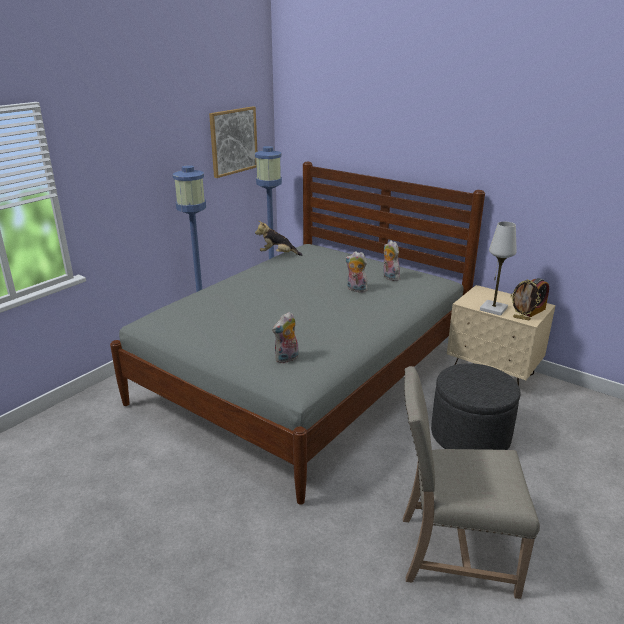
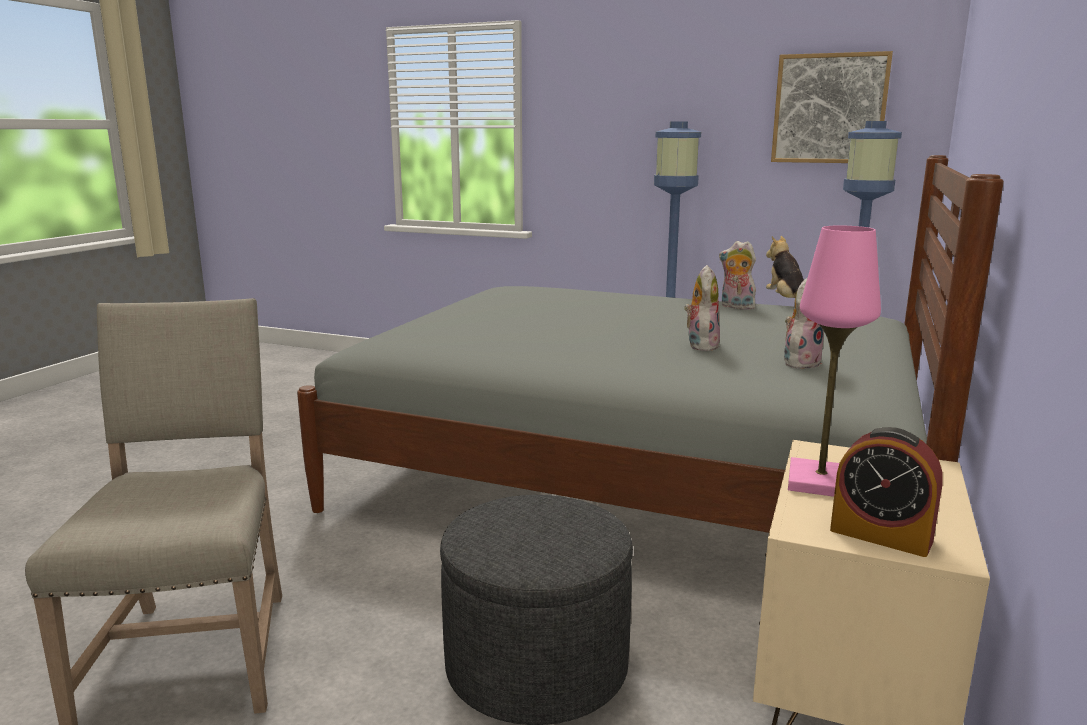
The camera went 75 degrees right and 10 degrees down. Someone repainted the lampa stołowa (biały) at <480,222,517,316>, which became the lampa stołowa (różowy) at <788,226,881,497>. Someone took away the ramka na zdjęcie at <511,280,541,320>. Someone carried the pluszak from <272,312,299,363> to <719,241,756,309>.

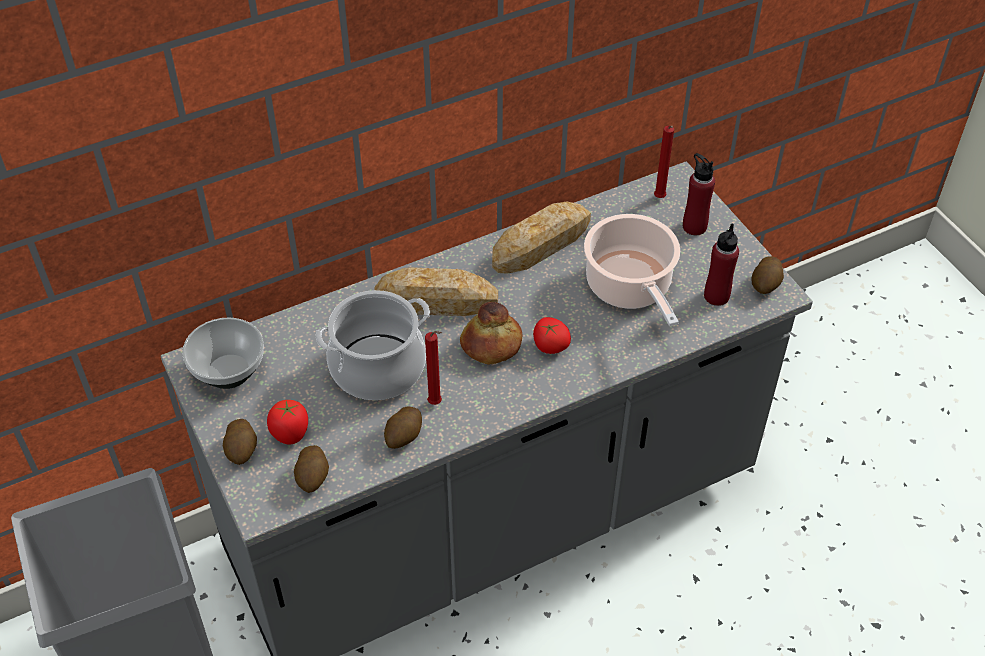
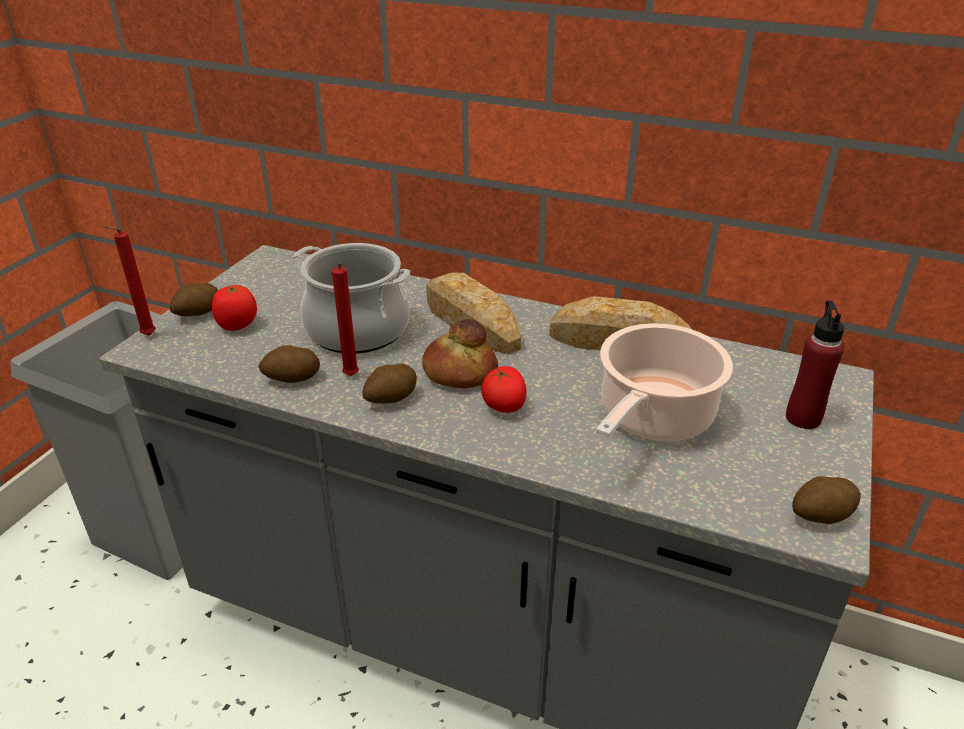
The camera went 50 degrees right and 15 degrees down. Someone carried the świeca (czerwony) from <654,126,674,198> to <103,226,156,335>. Someone took away the butelka (czerwony) at <704,223,739,306>. Someone took away the miska at <182,317,264,389>. Someone carried the ziemniak from <294,445,329,493> to <363,364,417,404>.

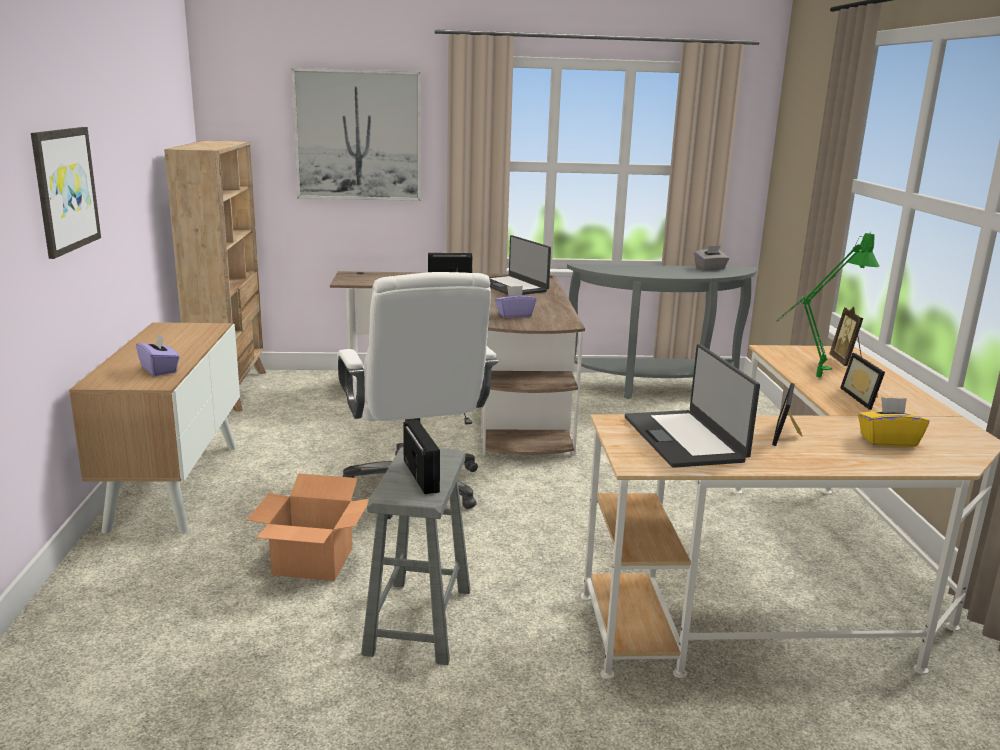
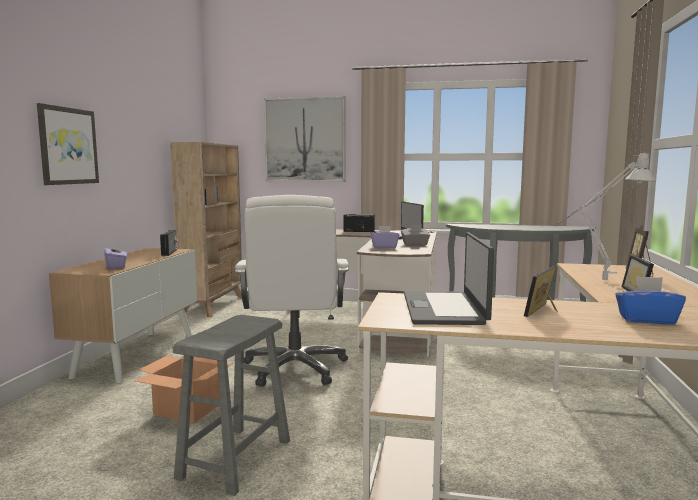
The camera went 15 degrees right and 10 degrees down. Someone repainted the lampa stołowa (zielony) at <776,233,880,378>, which became the lampa stołowa (szary) at <556,152,655,280>. Someone carried the pudełko chusteczek (szary) from <694,246,729,270> to <401,224,430,246>. Someone repainted the pudełko chusteczek (żółty) at <858,397,929,447>, which became the pudełko chusteczek (niebieski) at <615,276,686,324>. Someone carried the radio from <403,420,440,494> to <160,230,178,256>.

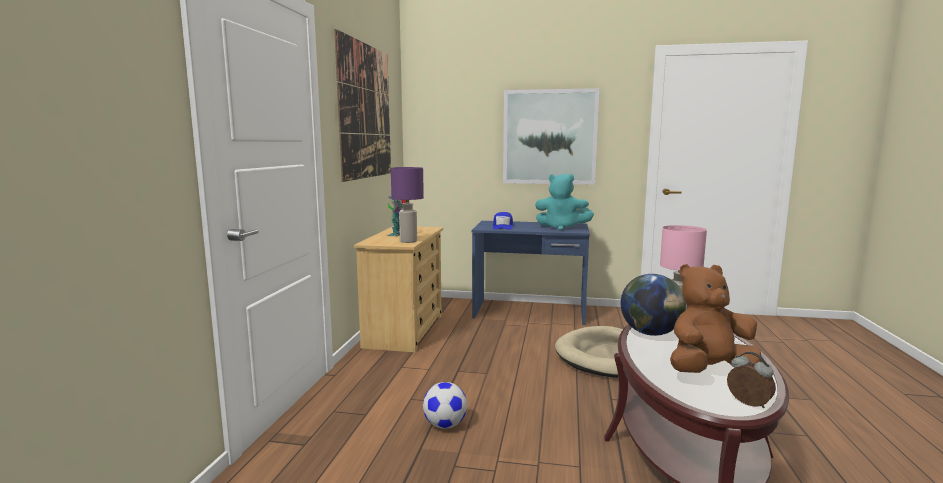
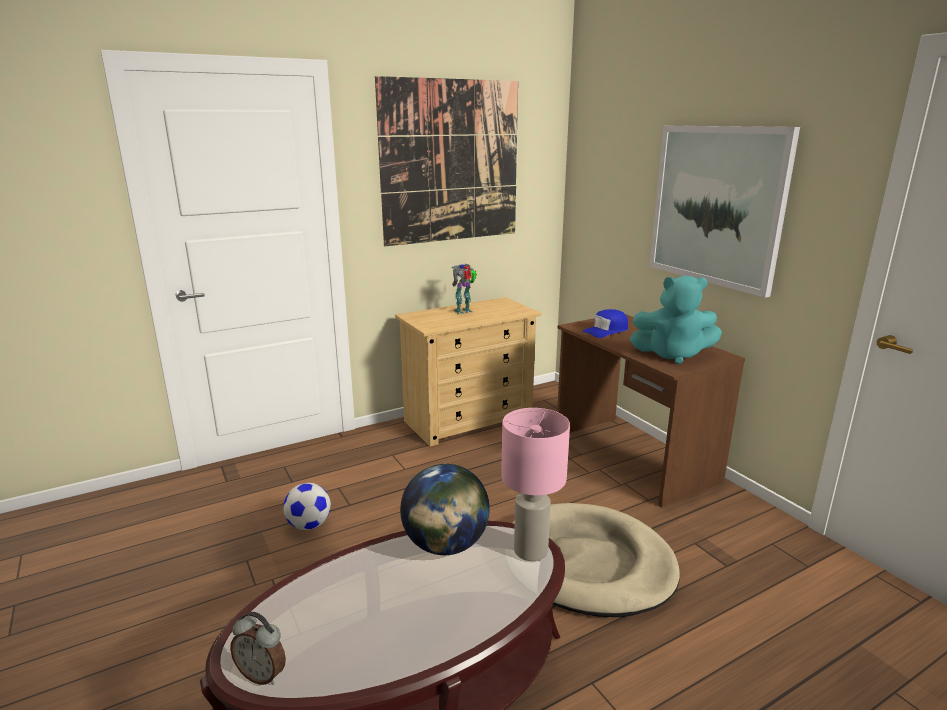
The camera went 50 degrees right and 10 degrees up. Someone took away the lampa stołowa (fioletowy) at <391,167,424,243>. Someone rotated the pluszak (turkusowy) at <535,174,594,231> by 60 degrees counterclockwise. Someone repainted the biurko (niebieski) at <471,221,590,325>, which became the biurko (brązowy) at <557,314,745,507>. Someone took away the pluszak (brązowy) at <670,264,762,373>. Someone rotated the budzik at <727,352,776,408> by 105 degrees clockwise.

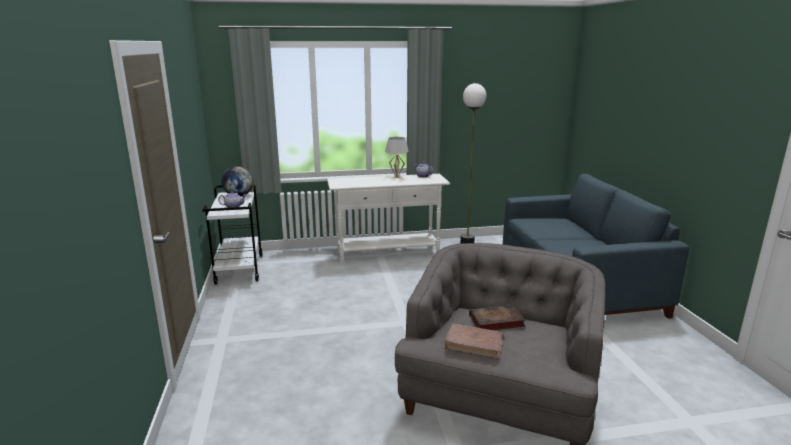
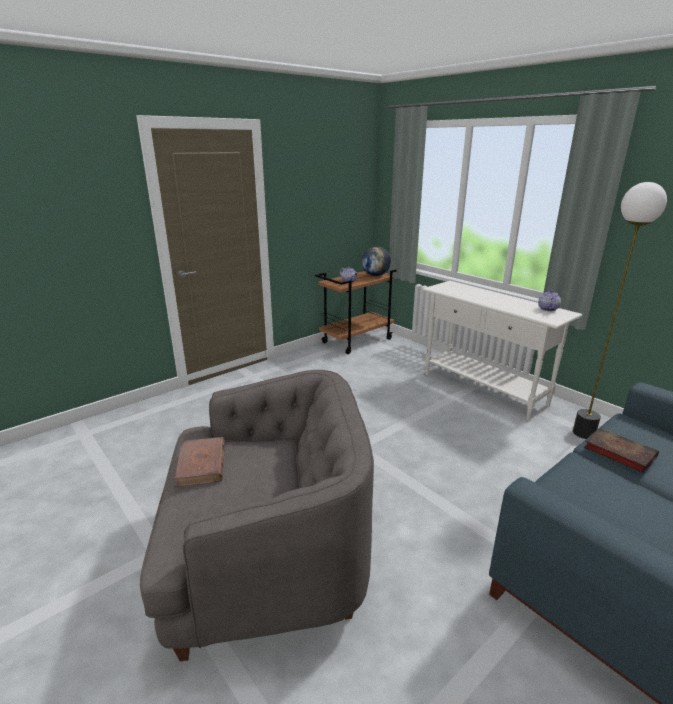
The camera went 60 degrees right and 5 degrees up. Someone took away the lampa stołowa (biały) at <385,137,409,178>. Someone repainted the wózek (biały) at <202,185,262,285>, which became the wózek (brązowy) at <315,270,397,354>. Someone carried the książka from <469,305,526,330> to <584,428,659,473>.

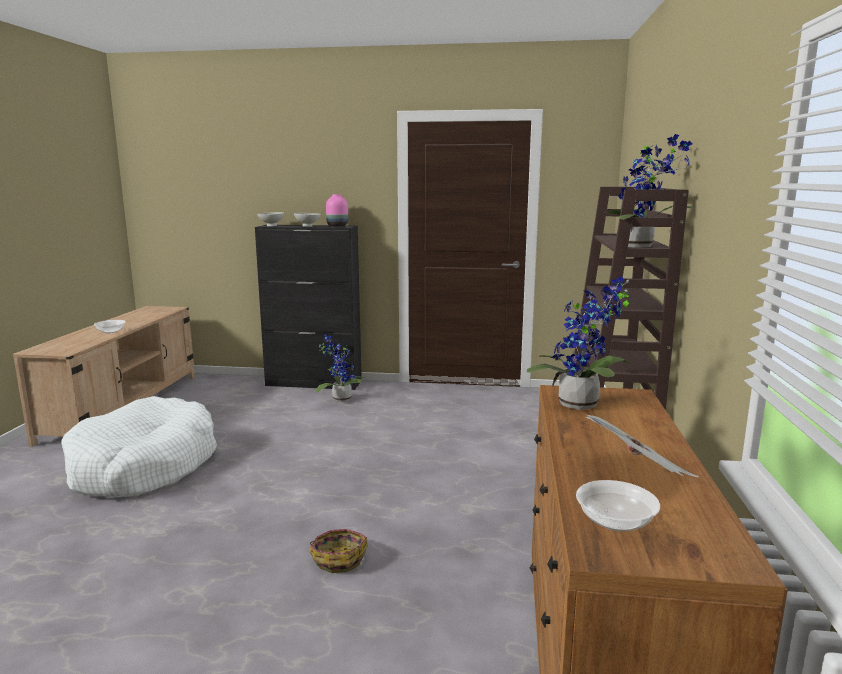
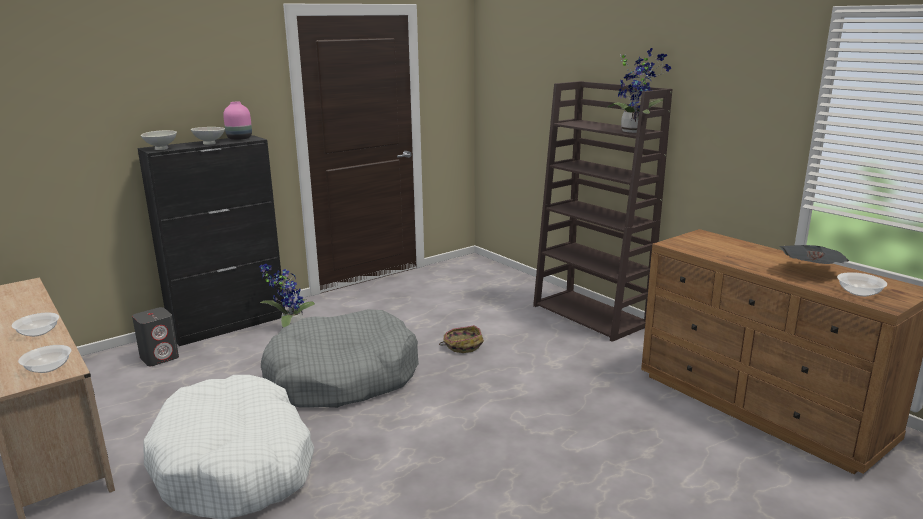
The camera went 45 degrees left and 5 degrees up. Someone took away the roślina doniczkowa at <527,276,632,410>. Someone carried the koszyk from <309,529,367,573> to <439,325,484,353>. Someone put down the głośnik (szary) at <132,307,179,366>. Someone put down the legowisko (szary) at <261,309,419,408>. Someone put down the miska at <18,345,71,373>.

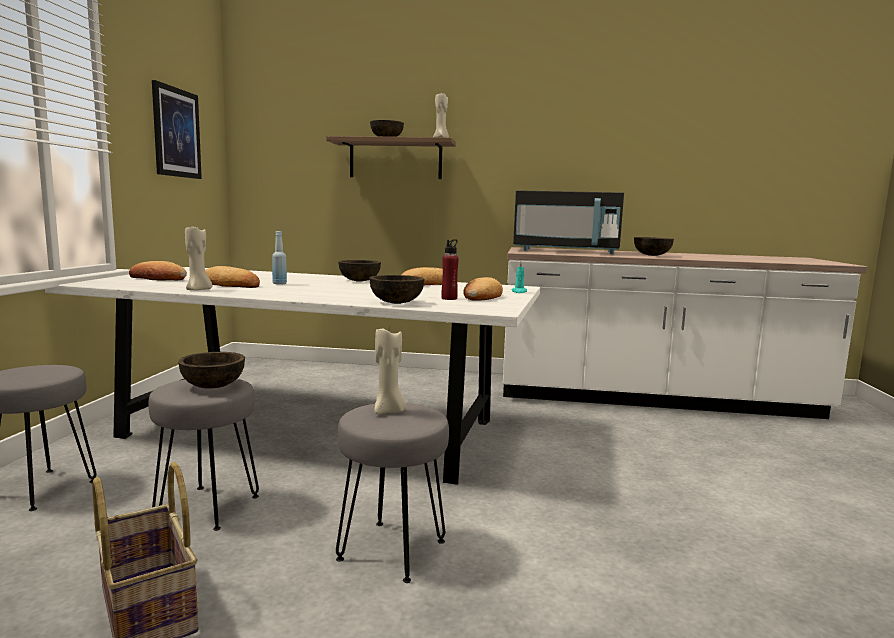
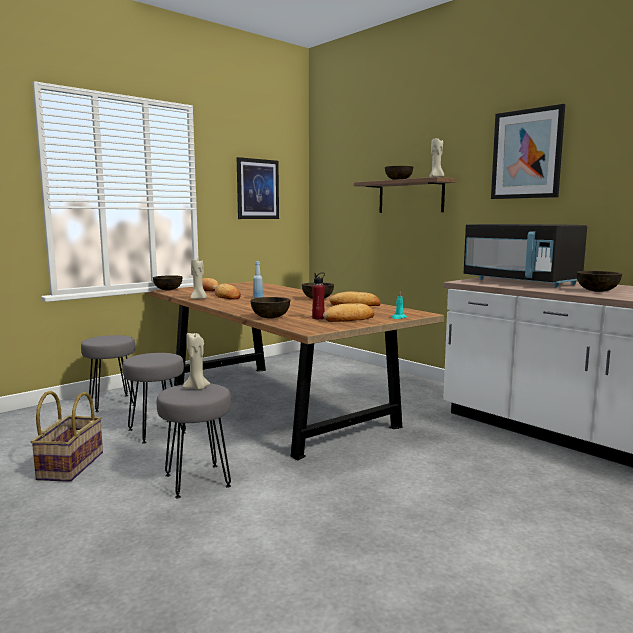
The camera went 40 degrees right and 0 degrees up. Someone repainted the stół jadalny (biały) at <45,267,540,485>, which became the stół jadalny (brązowy) at <148,281,444,460>. Someone carried the miska (brązowy) from <178,352,245,388> to <153,275,183,290>. Someone put up the obraz at <491,104,565,199>.

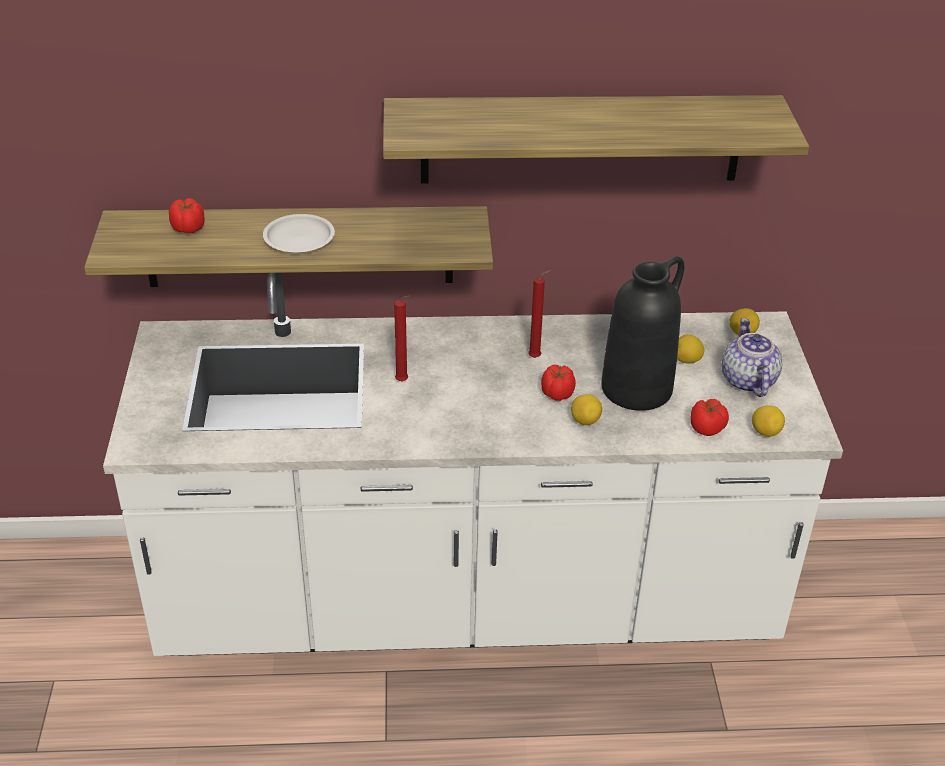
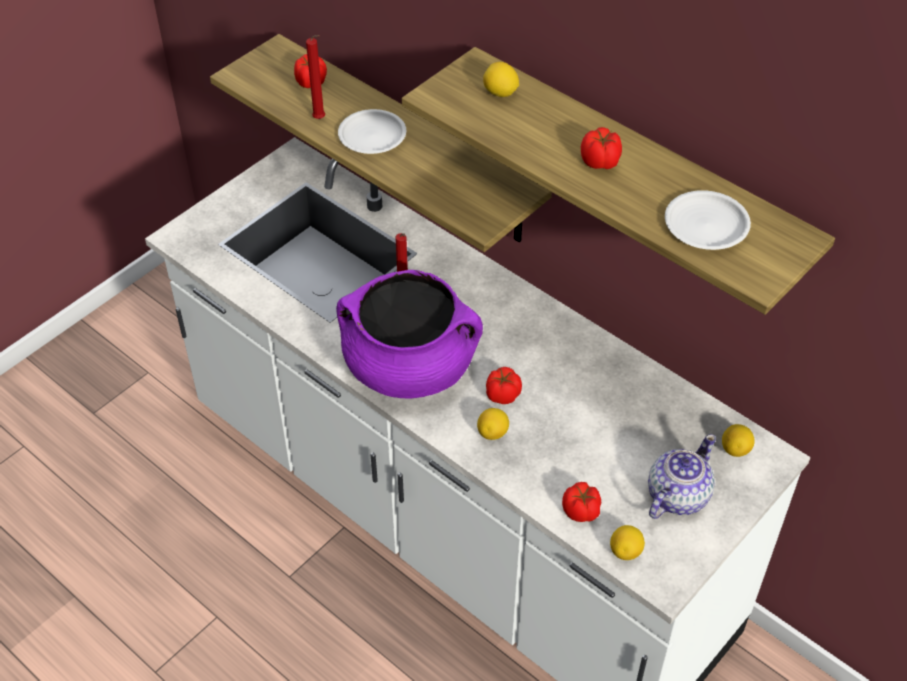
The camera went 45 degrees right and 10 degrees up. Someone took away the wazon (czarny) at <601,256,685,411>. Someone carried the świeca (czerwony) from <528,270,551,358> to <306,35,325,119>. Someone carried the cytryna from <677,334,704,364> to <483,62,519,97>. Someone put down the pomidor at <581,127,622,169>. Someone put down the talerz (biały) at <665,190,751,250>. Someone put down the garnek (fioletowy) at <336,270,483,399>.

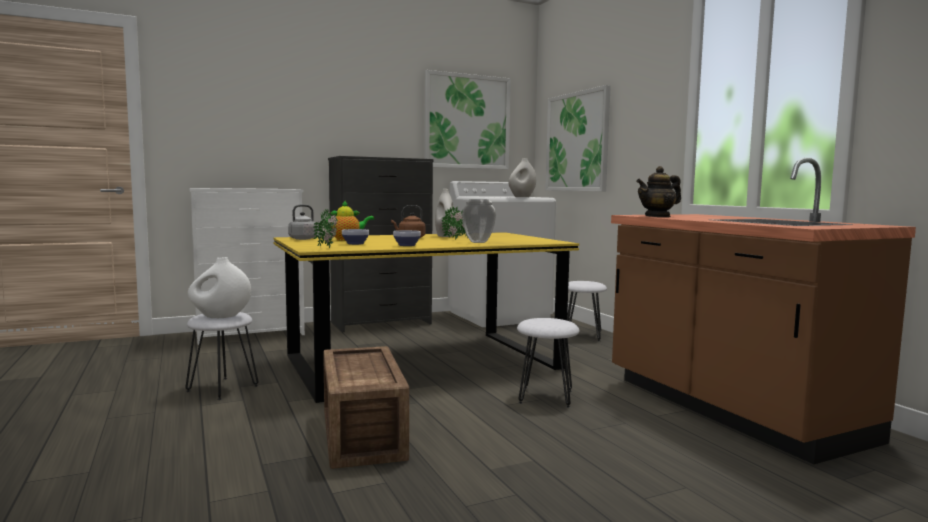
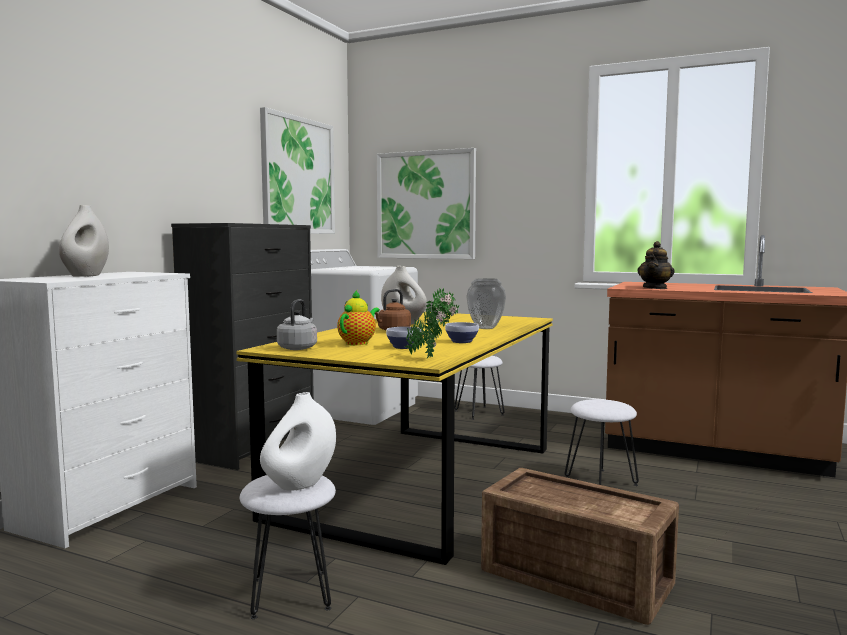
The camera went 40 degrees left and 0 degrees up. Someone carried the wazon (biały) from <508,158,536,197> to <59,205,109,277>.

